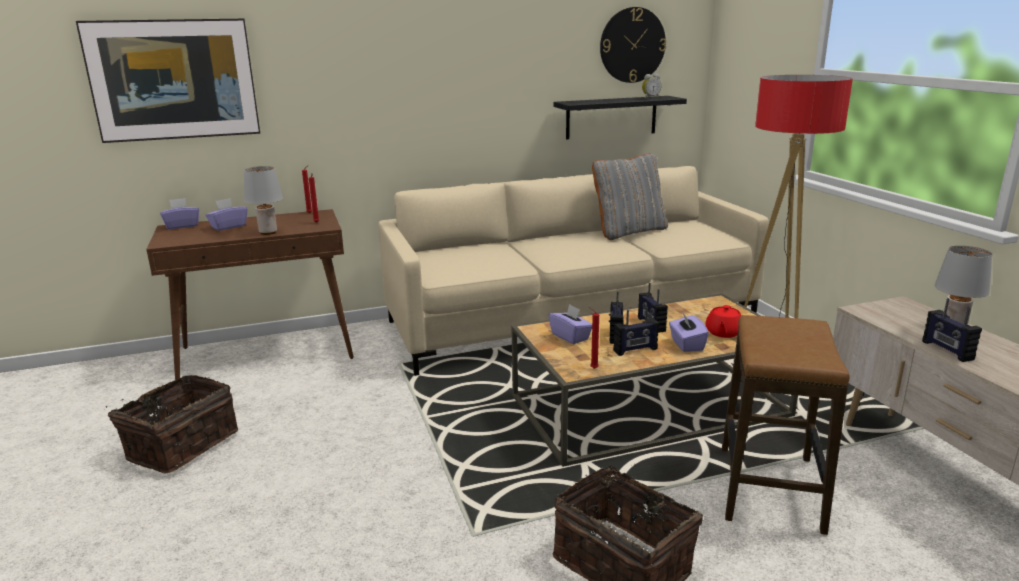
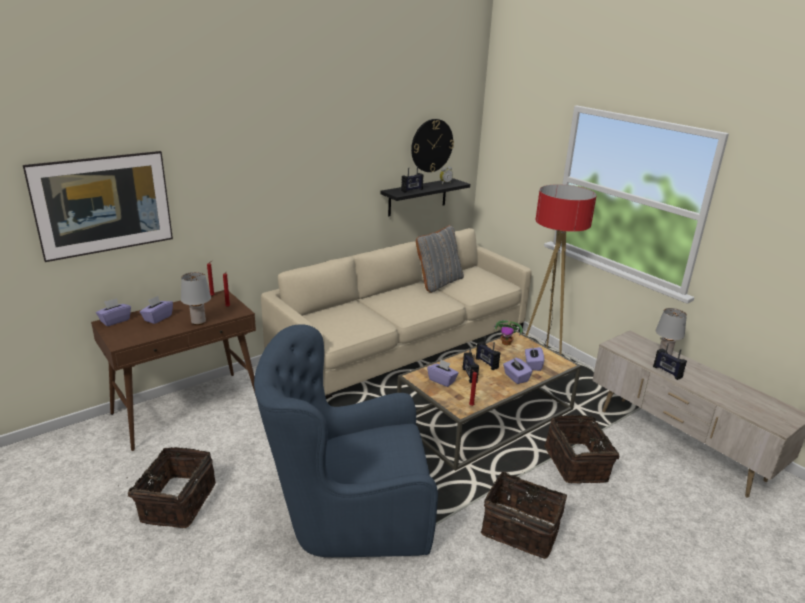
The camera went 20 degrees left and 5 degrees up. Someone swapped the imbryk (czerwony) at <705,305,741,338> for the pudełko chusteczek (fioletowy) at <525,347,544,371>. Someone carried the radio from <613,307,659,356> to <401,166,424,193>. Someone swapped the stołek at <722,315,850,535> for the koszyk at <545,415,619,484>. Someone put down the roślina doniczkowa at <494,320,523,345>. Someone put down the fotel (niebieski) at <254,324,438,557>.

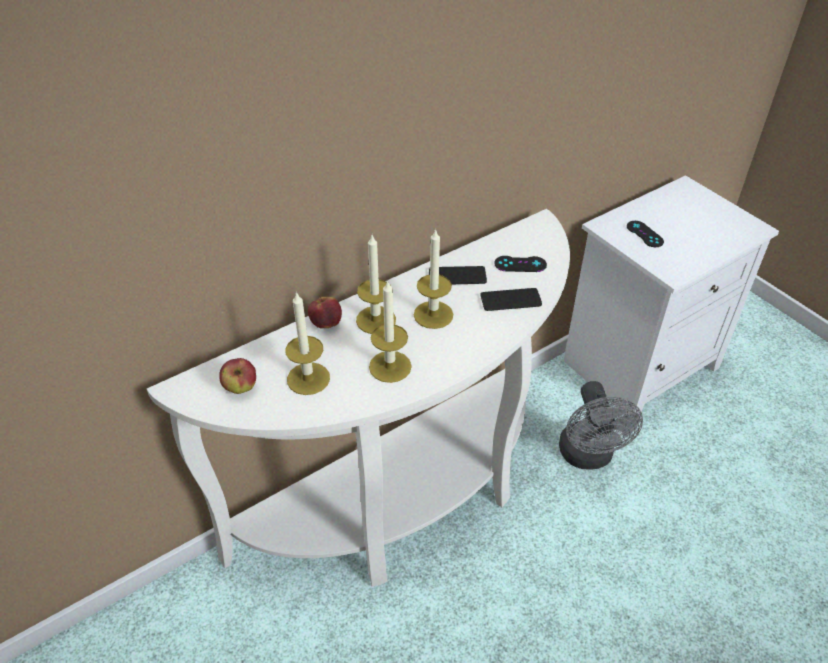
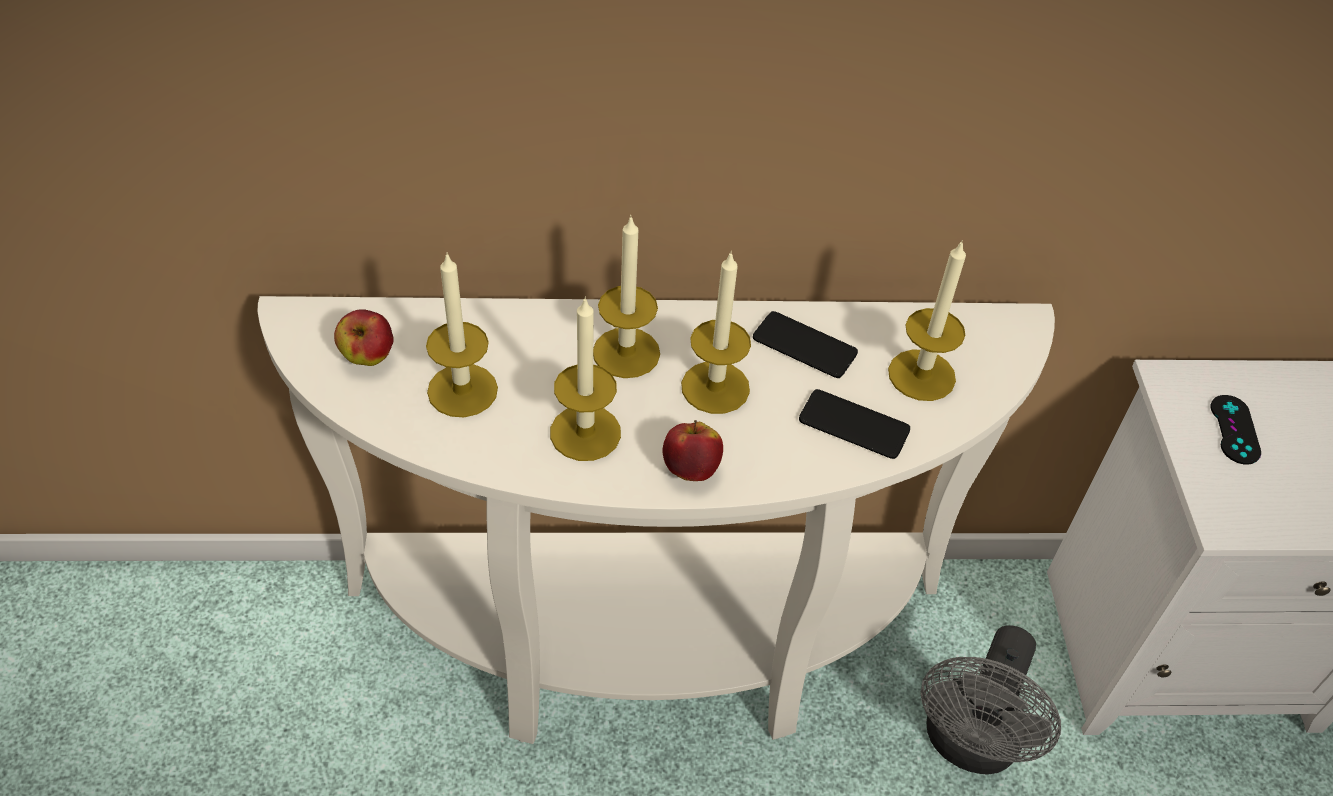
The camera went 30 degrees right and 5 degrees up. Someone swapped the pad do gier (czarny) at <494,256,547,272> for the świeca at <888,241,966,401>. Someone carried the jabłko from <308,295,342,329> to <663,420,723,481>.

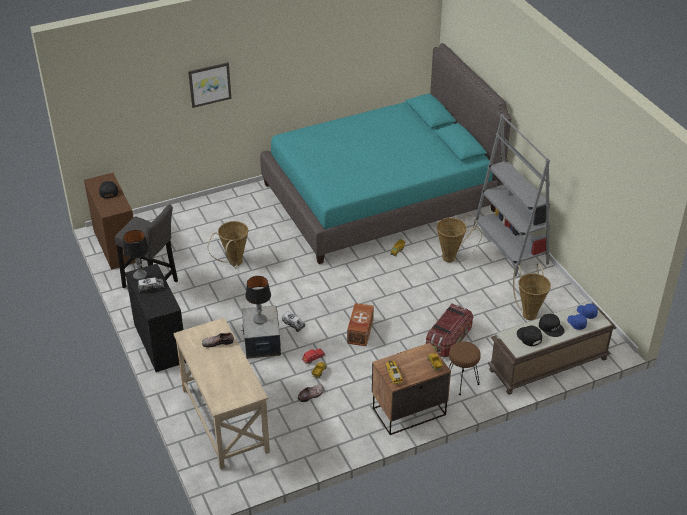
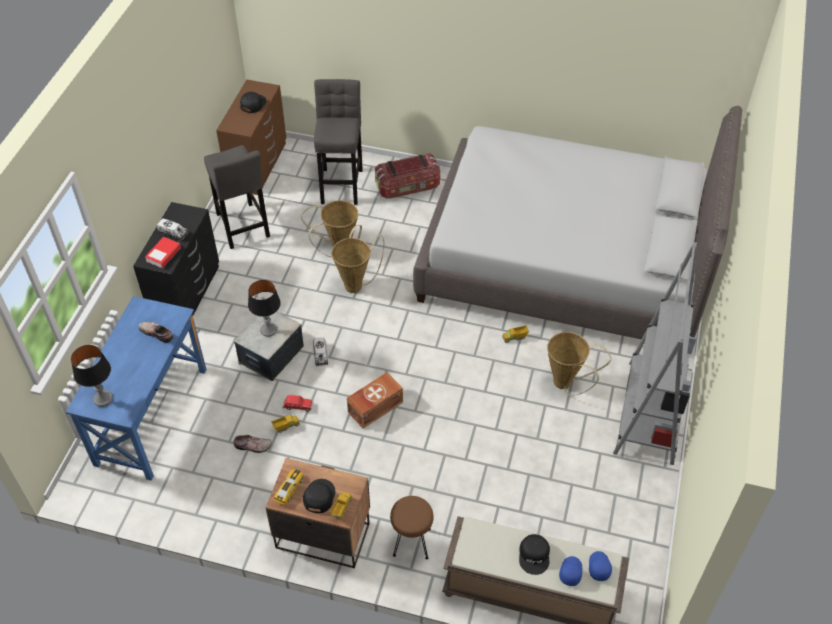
The camera went 40 degrees right and 10 degrees up. Someone repainted the łóżko (turkusowy) at <260,43,511,264>, which became the łóżko (szary) at <413,106,742,340>. Someone took away the obraz at <188,62,232,108>. Someone carried the lampa stołowa from <123,230,149,280> to <71,345,113,407>. Someone carried the koszyk from <513,263,551,320> to <332,225,384,293>. Someone carried the pojemnik do przechowywania from <426,304,473,357> to <375,153,440,199>. Someone repainted the biurko (beżowy) at <173,318,270,470>, which became the biurko (niebieski) at <66,296,207,481>. Someone carried the czapka z daszkiem (czarny) from <517,326,542,346> to <303,479,335,513>. Someone put down the stołek (szary) at <314,79,363,205>. Someone put down the książka at <145,237,181,268>.

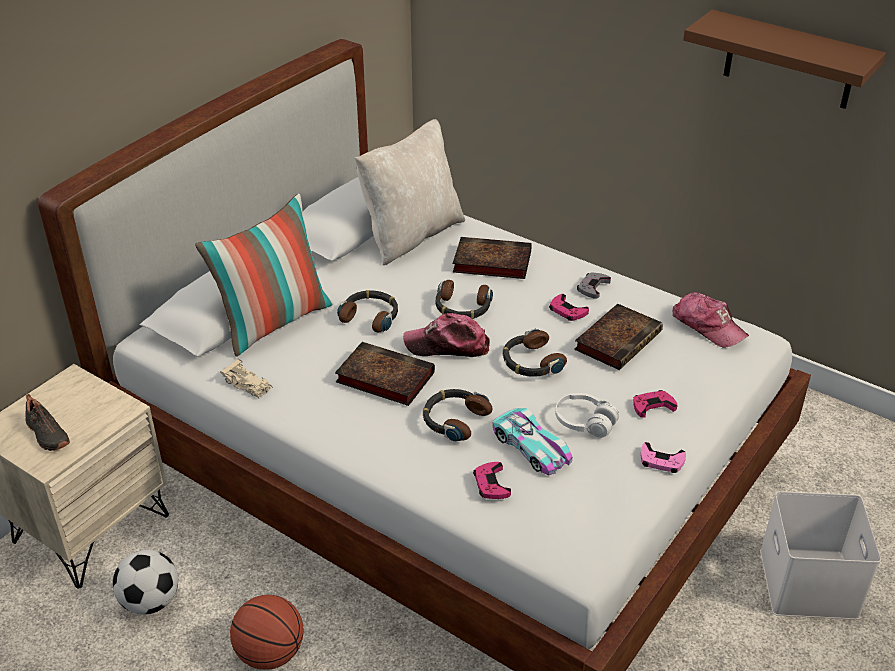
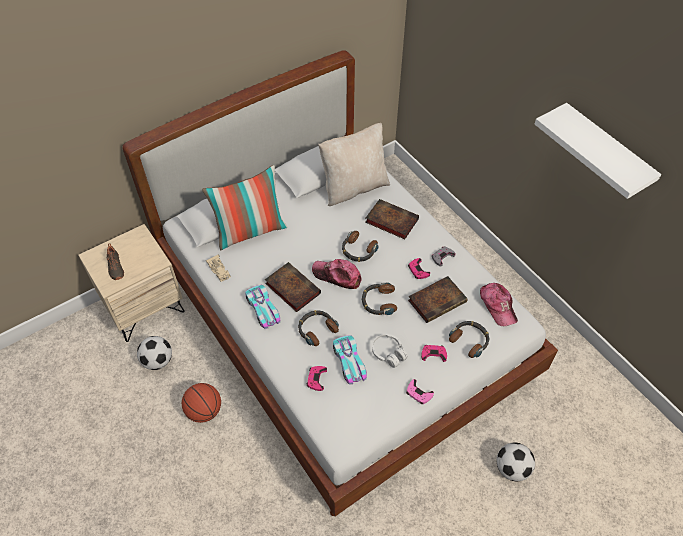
The camera went 20 degrees right and 15 degrees up. Someone repainted the półka (brązowy) at <683,10,886,109>, which became the półka (biały) at <535,103,661,199>. Someone carried the słuchawki from <337,290,398,332> to <449,321,490,358>. Someone swapped the pojemnik do przechowywania (biały) at <760,491,881,620> for the piłka futbolowa at <496,442,535,481>. Someone put down the samochodzik at <245,285,281,329>.

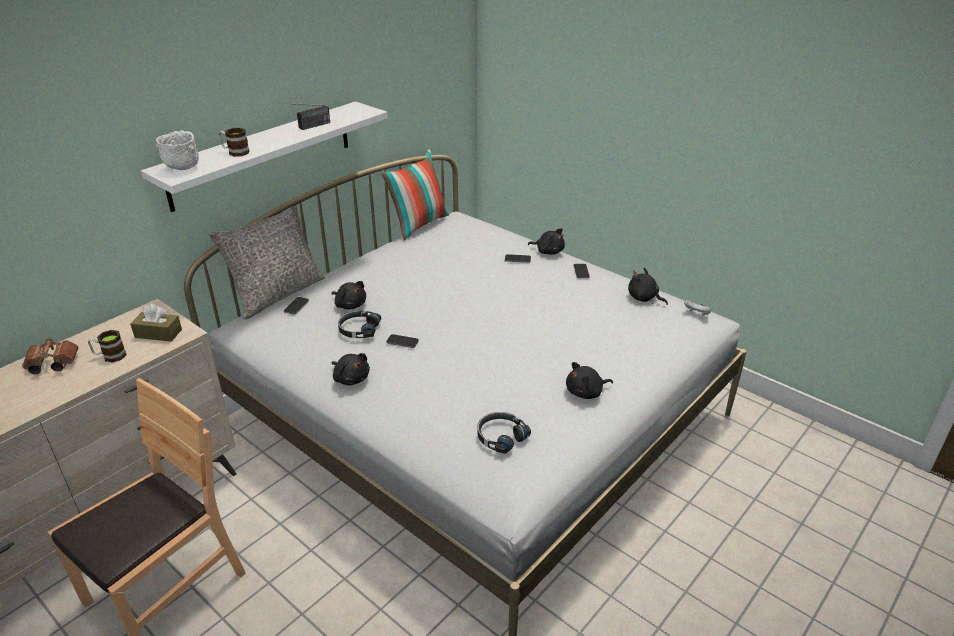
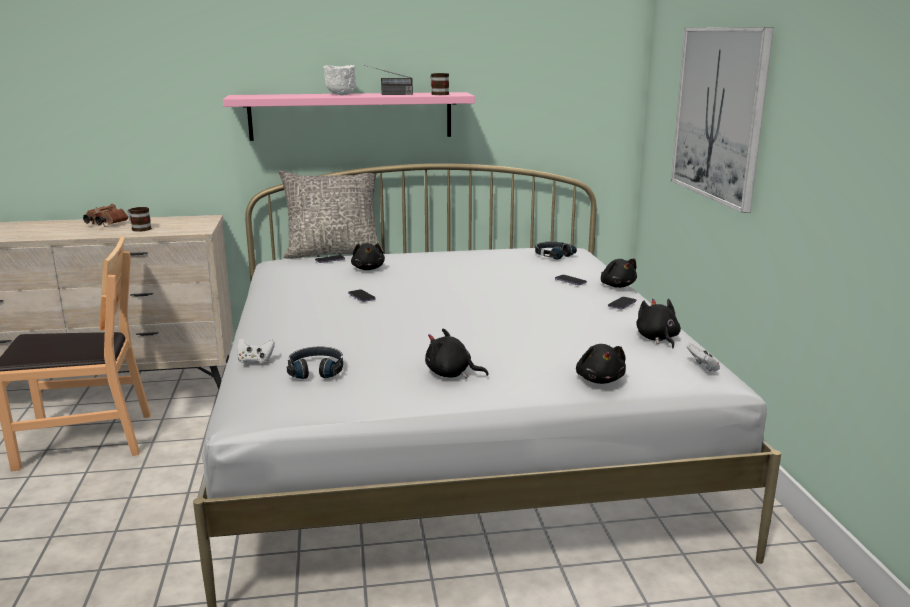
The camera went 40 degrees right and 15 degrees down. Someone repainted the półka (biały) at <141,101,388,212>, which became the półka (różowy) at <223,92,475,141>. Someone carried the kubek from <219,128,249,157> to <430,73,449,95>. Someone carried the miska (biały) from <156,130,199,170> to <324,65,356,95>. Someone took away the poduszka at <382,149,449,240>. Someone took away the pudełko chusteczek (brązowy) at <130,304,182,342>. Someone carried the słuchawki (czarny) from <338,311,381,338> to <535,242,577,259>. Someone carried the pluszak (czarny) from <332,353,370,385> to <576,344,626,384>. Someone put up the obraz at <671,27,774,213>. Someone put down the pad do gier (biały) at <237,338,275,364>.

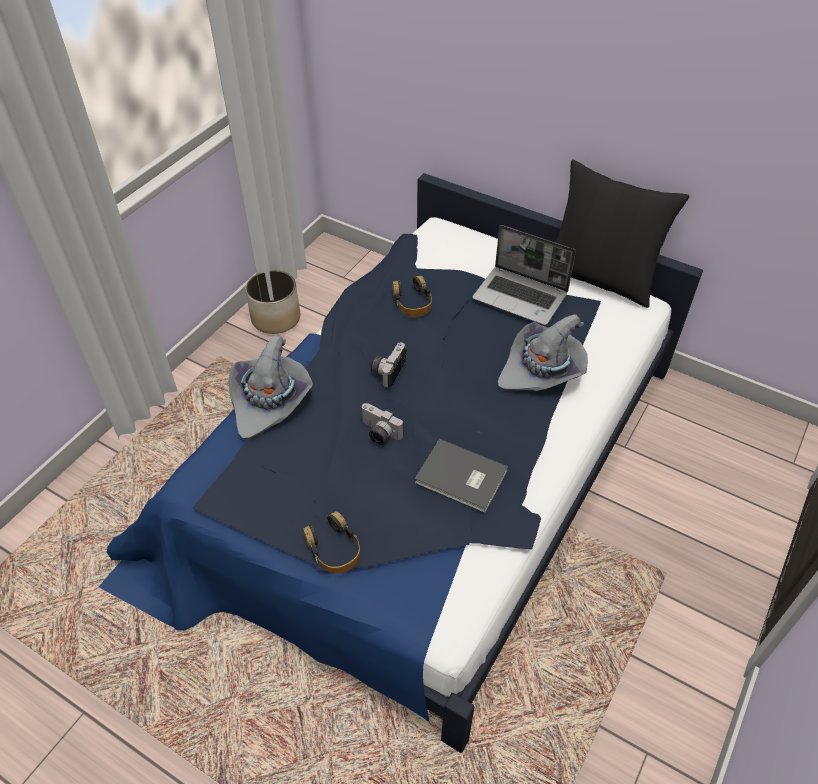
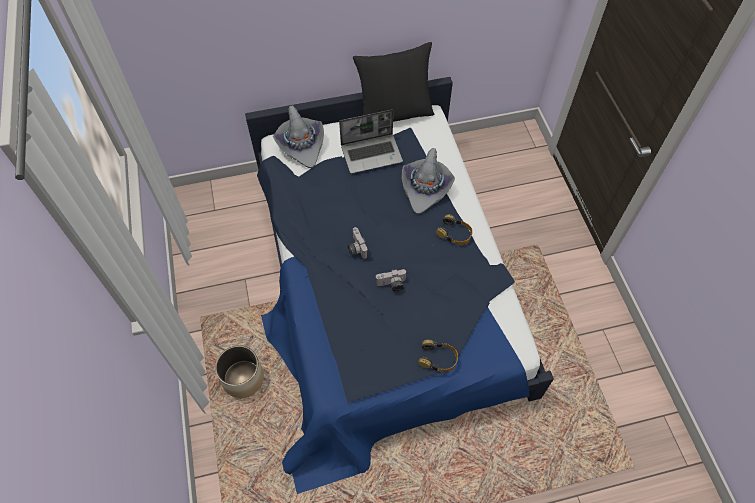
The camera went 45 degrees left and 10 degrees up. Someone carried the donica from <245,270,300,334> to <215,345,264,398>. Someone carried the słuchawki from <392,276,432,317> to <436,214,473,245>. Someone carried the kapelusz (szary) from <228,335,313,440> to <273,105,324,168>. Someone took away the książka (szary) at <415,439,508,513>.

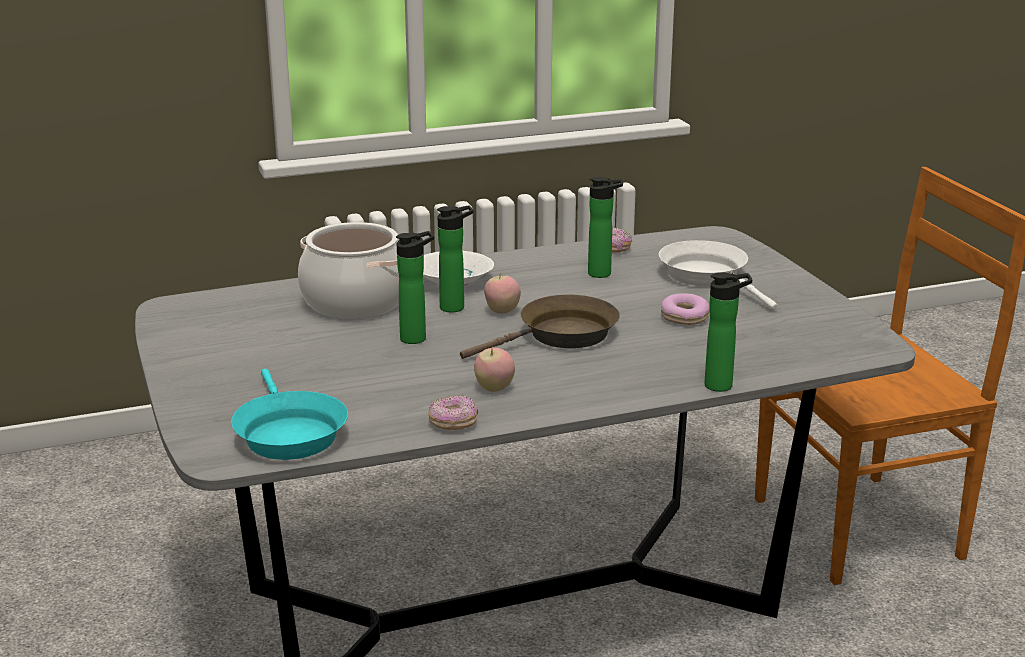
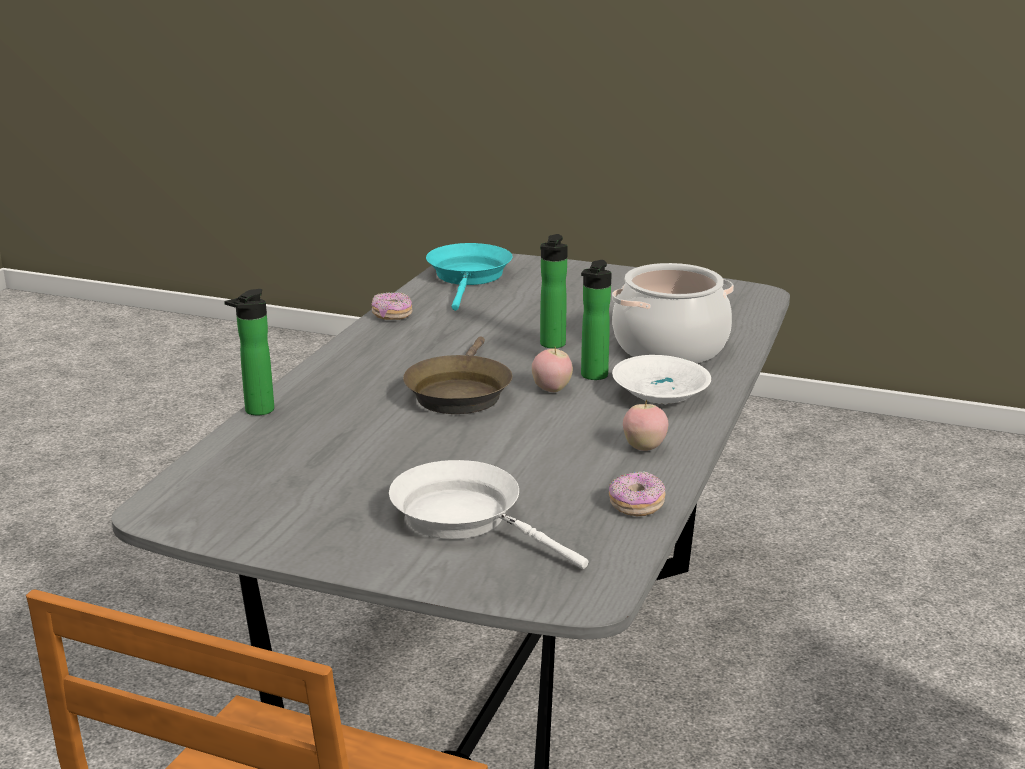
The camera went 130 degrees right and 0 degrees up. Someone took away the butelka at <588,177,623,278>. Someone rotated the patelnia (biały) at <659,240,778,310> by 150 degrees counterclockwise. Someone took away the donut at <661,293,709,325>. Someone carried the jabłko from <474,348,515,392> to <623,399,668,451>. Someone rotated the patelnia (turkusowy) at <231,369,348,460> by 75 degrees clockwise.

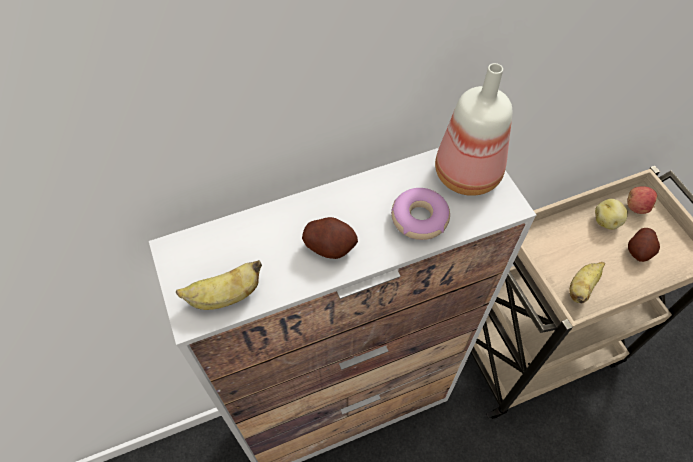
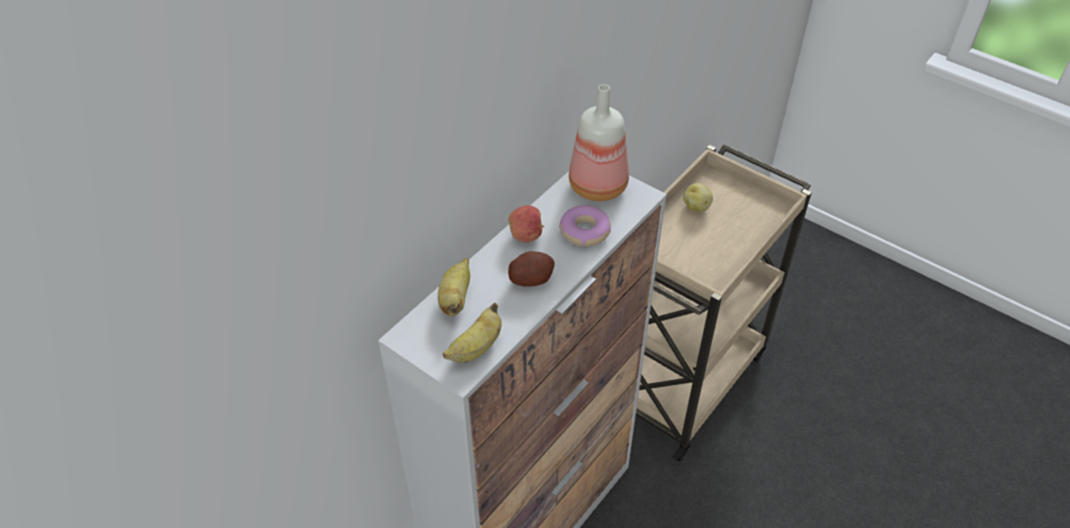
The camera went 30 degrees left and 10 degrees down. Someone carried the jabłko from <627,186,657,214> to <508,205,544,242>. Someone took away the ziemniak at <628,228,660,262>. Someone carried the banan from <569,262,605,303> to <438,258,470,316>.

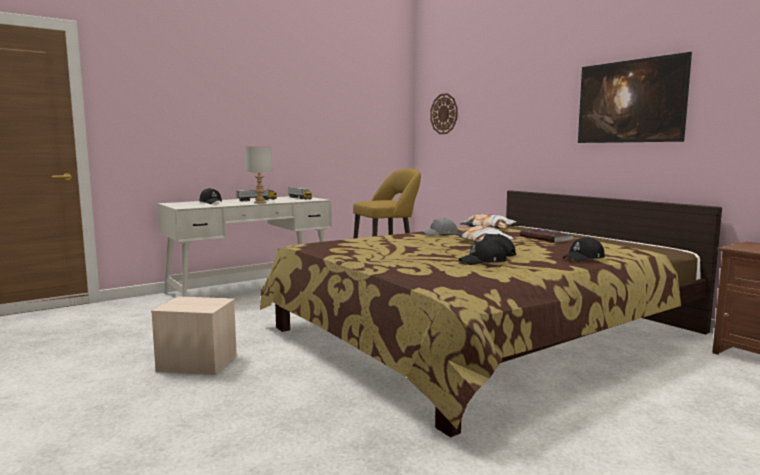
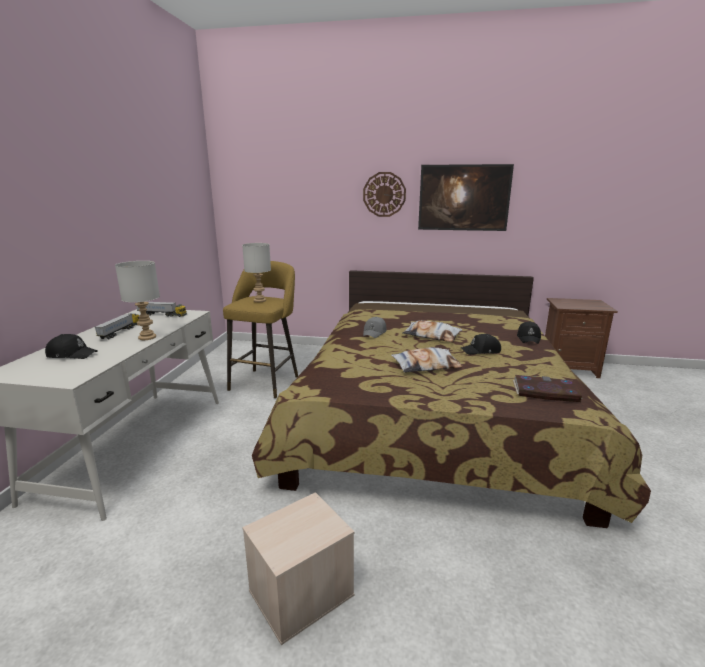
The camera went 45 degrees left and 10 degrees up. Someone carried the zegar ścienny from <430,93,458,134> to <363,172,406,217>. Someone carried the poduszka from <460,214,516,229> to <391,347,463,373>. Someone carried the książka from <520,229,573,242> to <513,375,582,402>. Someone took away the czapka z daszkiem (czarny) at <459,240,506,265>. Someone put down the lampa stołowa (szary) at <242,243,271,302>.

